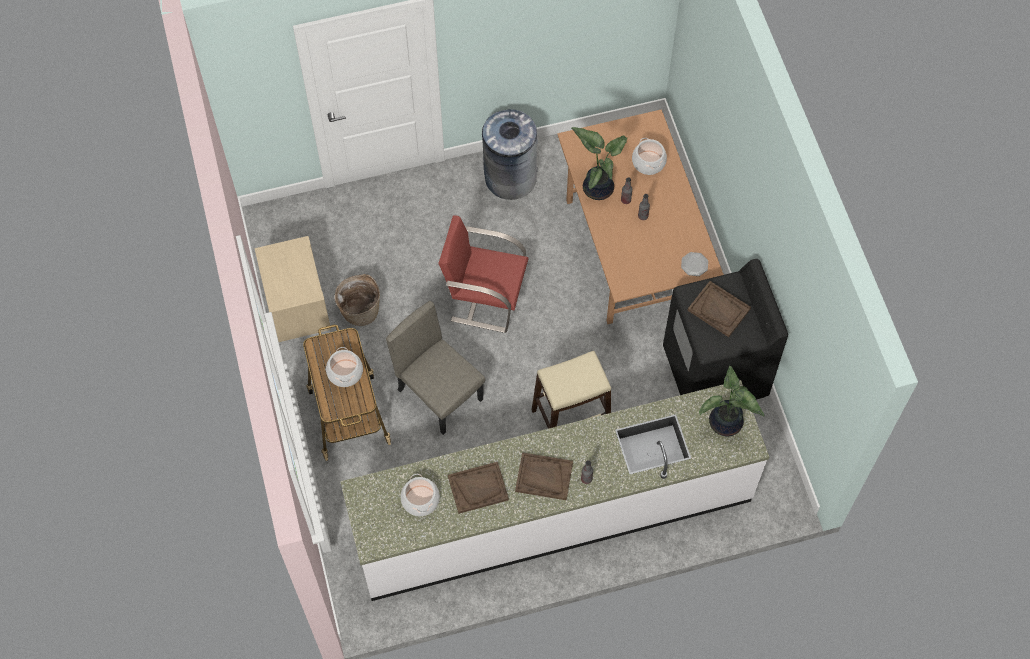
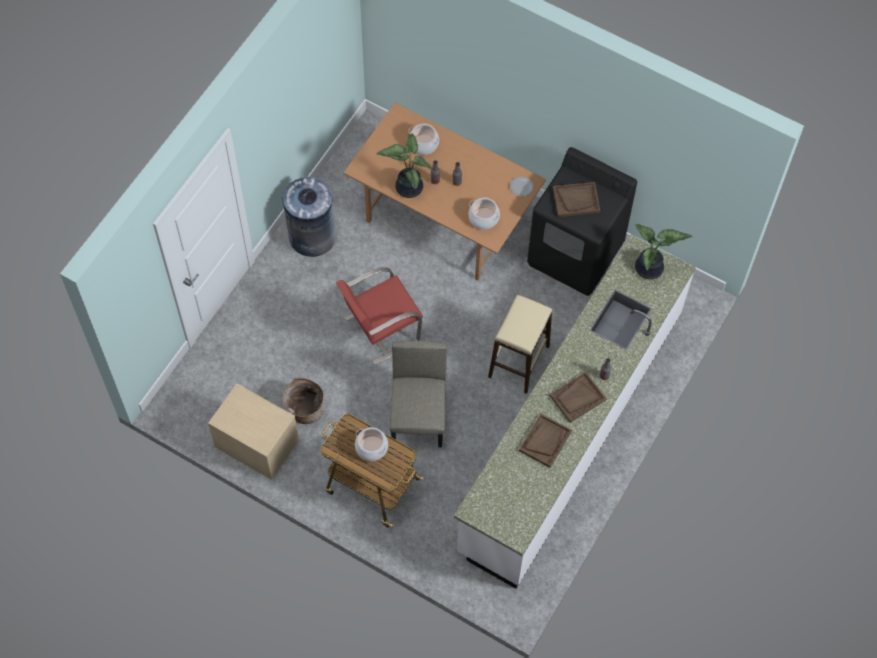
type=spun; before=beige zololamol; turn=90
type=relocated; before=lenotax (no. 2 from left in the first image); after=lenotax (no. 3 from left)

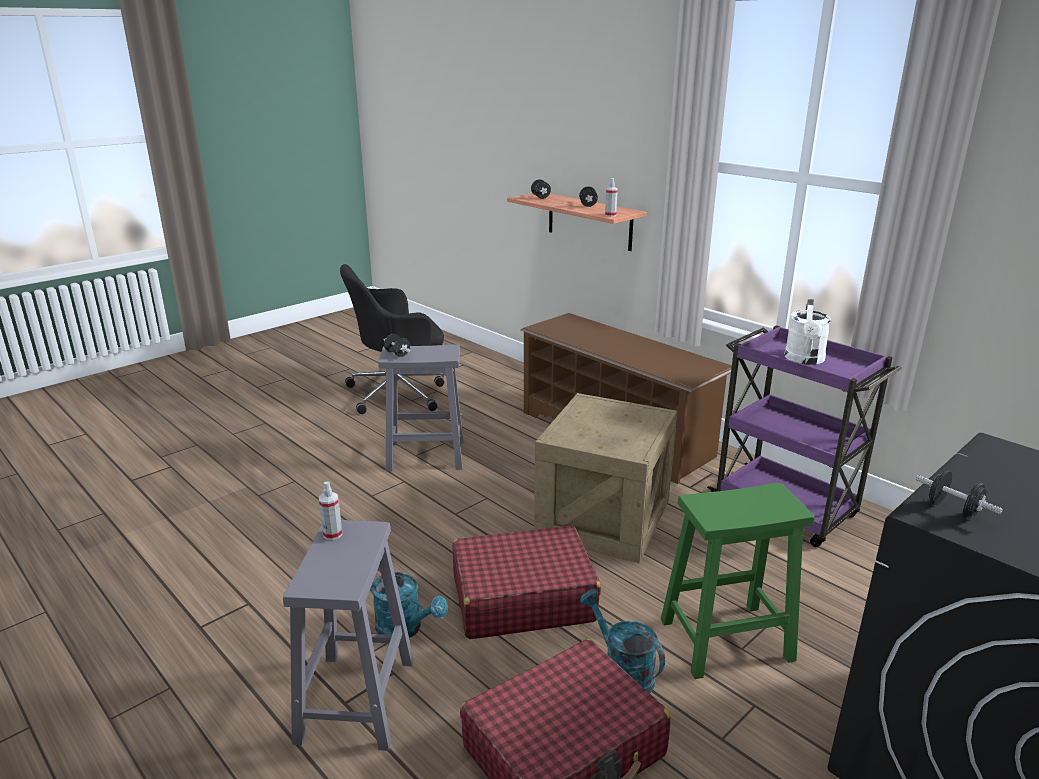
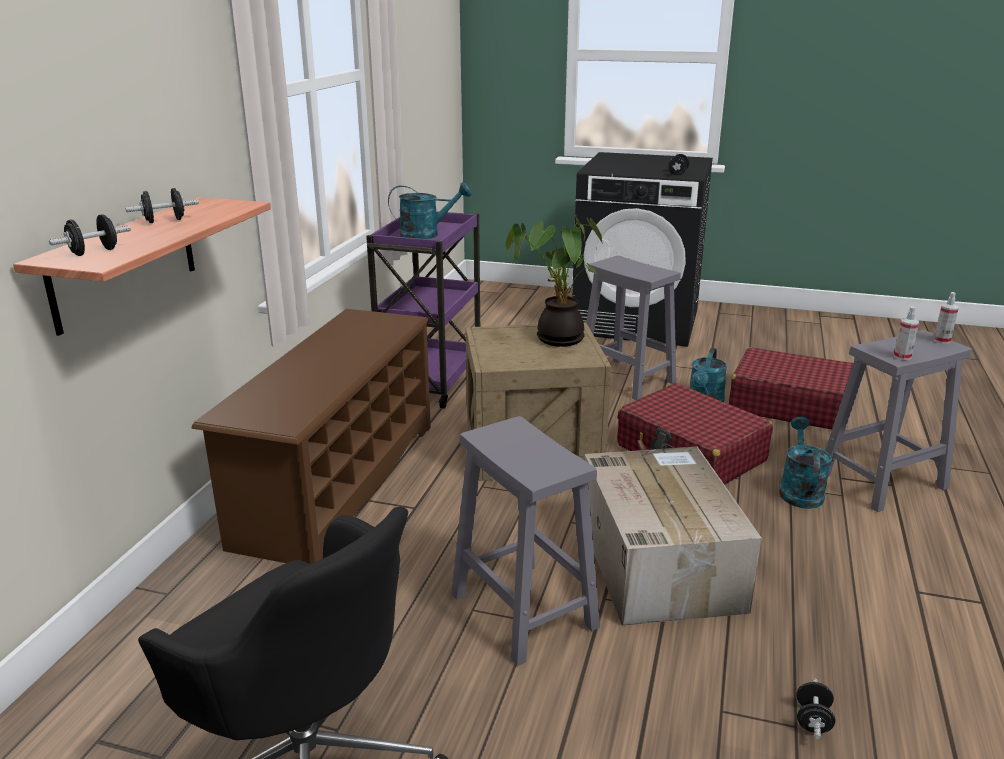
type=relocated; before=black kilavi (no. 1 from left in the first image); after=black kilavi (no. 4 from left)
type=relocated; before=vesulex (no. 2 from left)
type=colour; before=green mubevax; after=grey mubevax (no. 2 from left)
type=colour; before=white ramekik; after=turquoise ramekik (no. 1 from left)
type=appeared; after=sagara
type=appeared; after=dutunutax

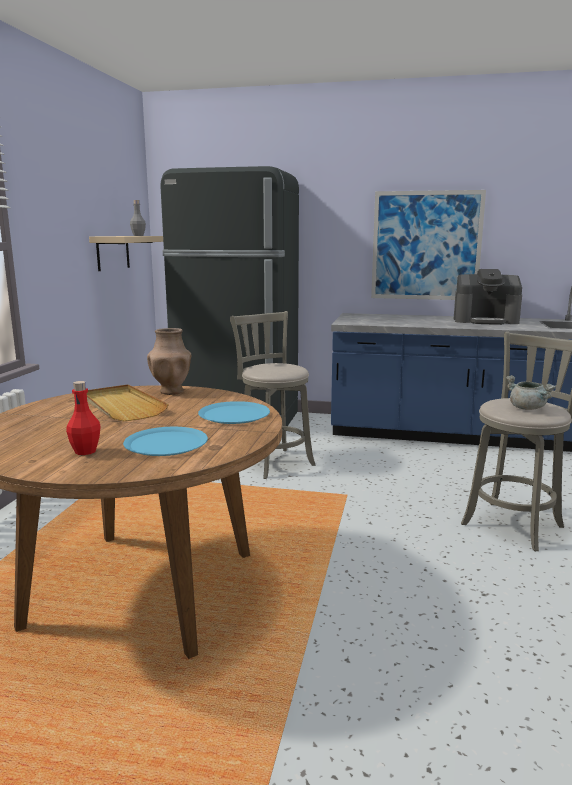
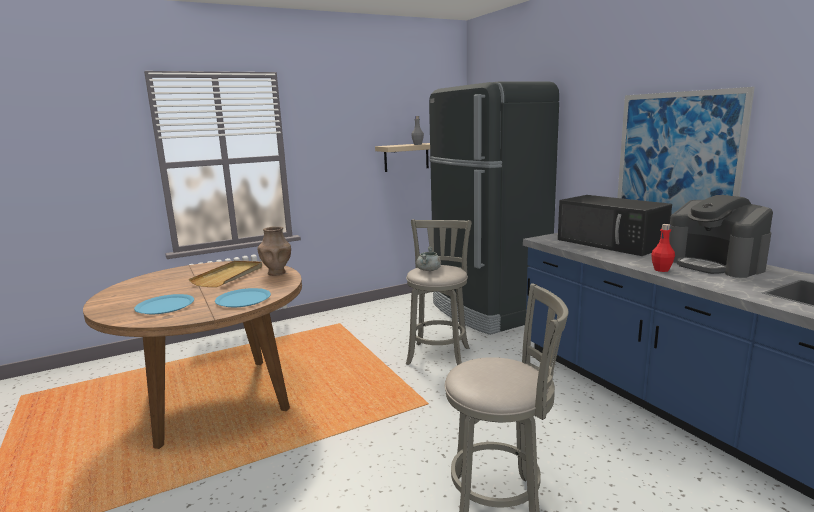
type=relocated; before=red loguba
type=relocated; before=grey lenotax
type=appeared; after=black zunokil

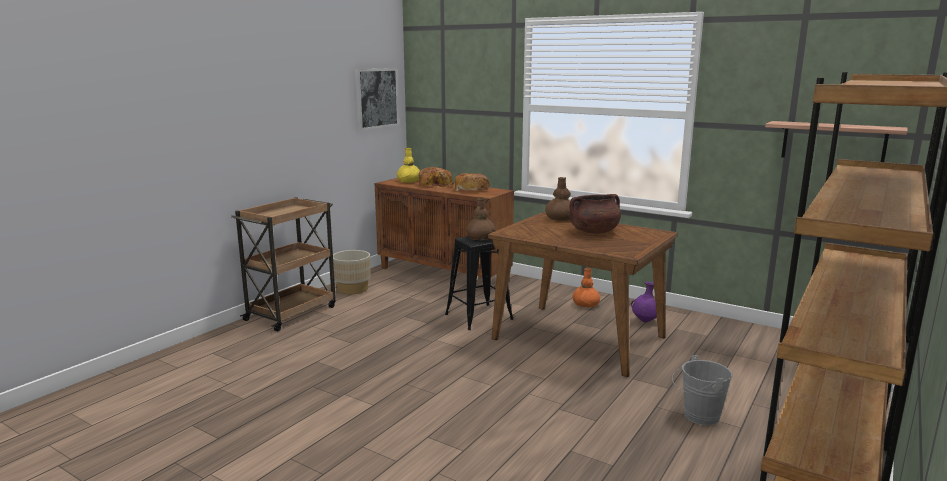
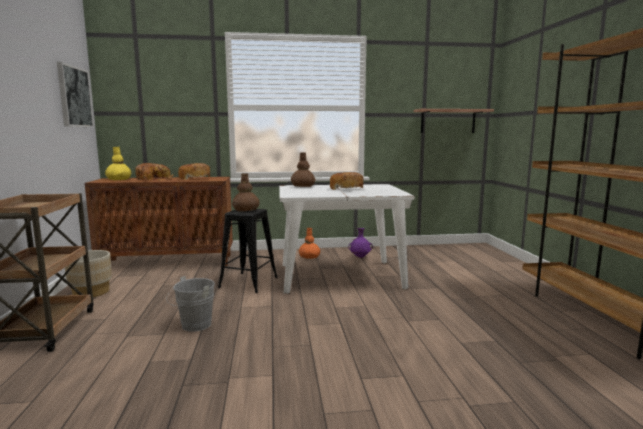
type=colour; before=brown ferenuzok; after=white ferenuzok
type=exchanged; before=brown lenotax; after=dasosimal (no. 3 from left)
type=relocated; before=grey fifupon

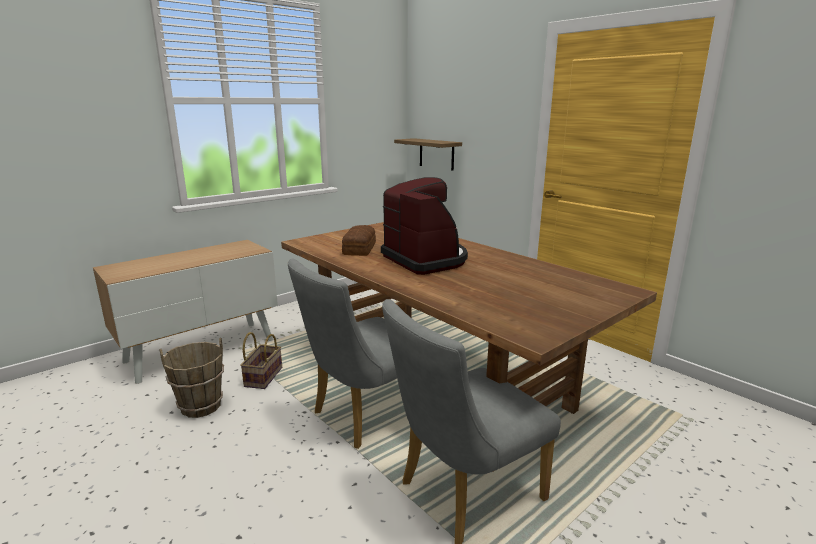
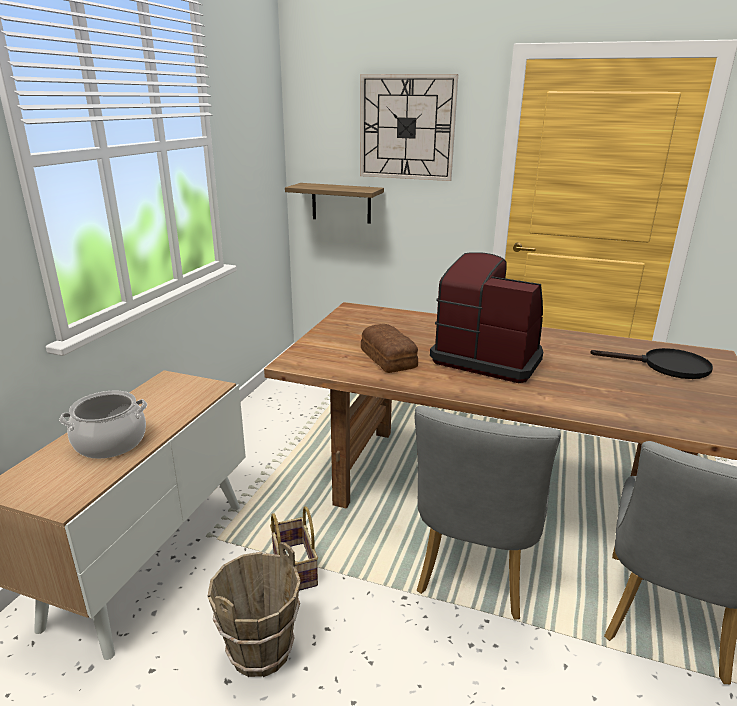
type=appeared; after=lenotax
type=appeared; after=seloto
type=appeared; after=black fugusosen

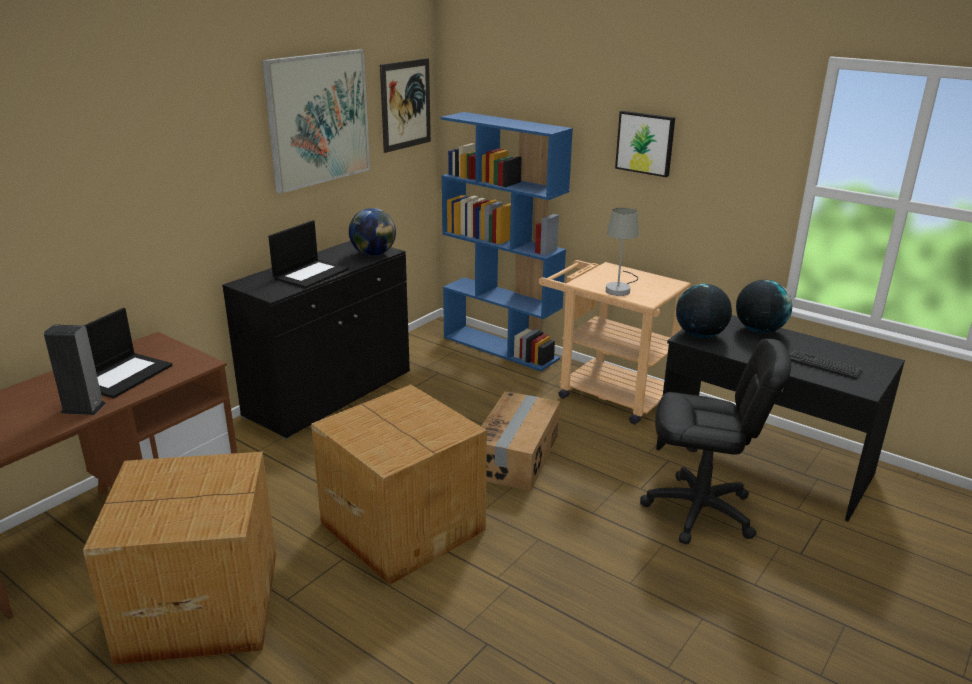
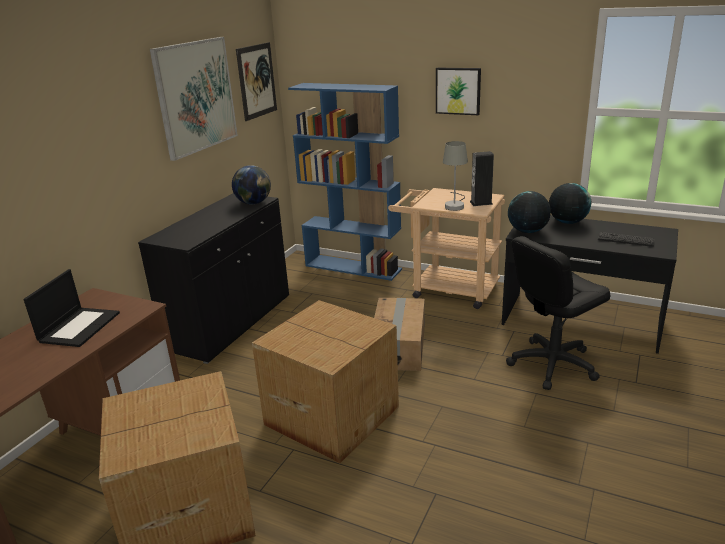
type=relocated; before=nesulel
type=missing; before=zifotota (no. 2 from left)
type=spun; before=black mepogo; turn=150

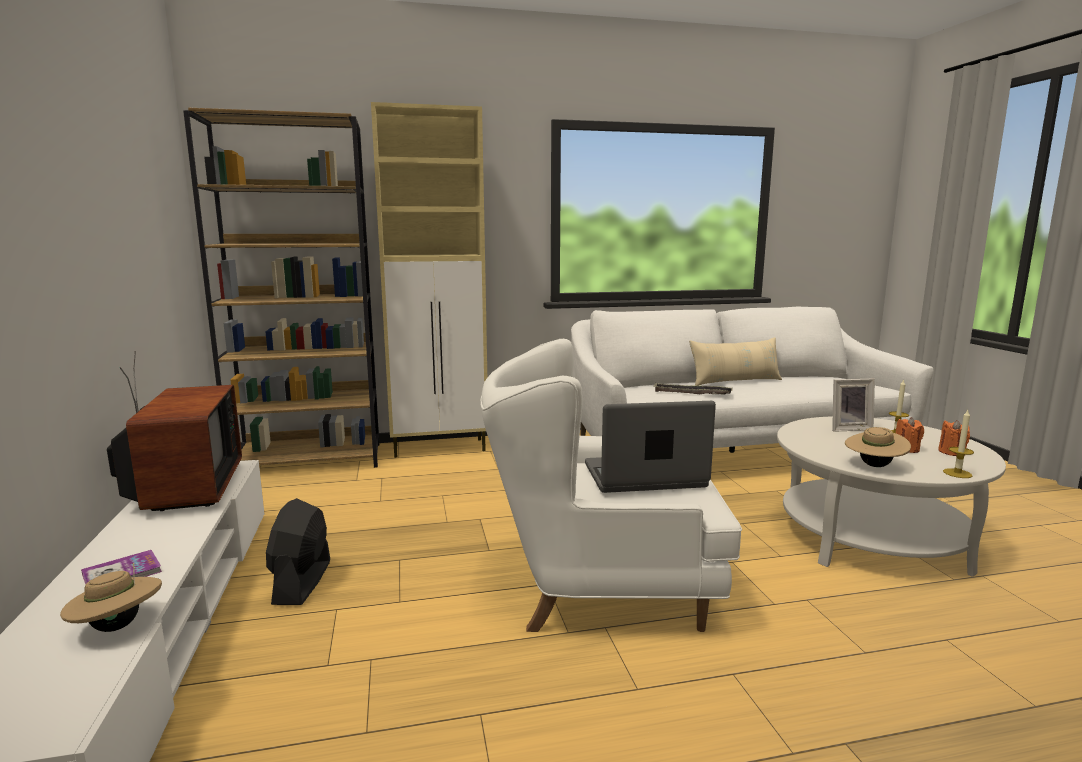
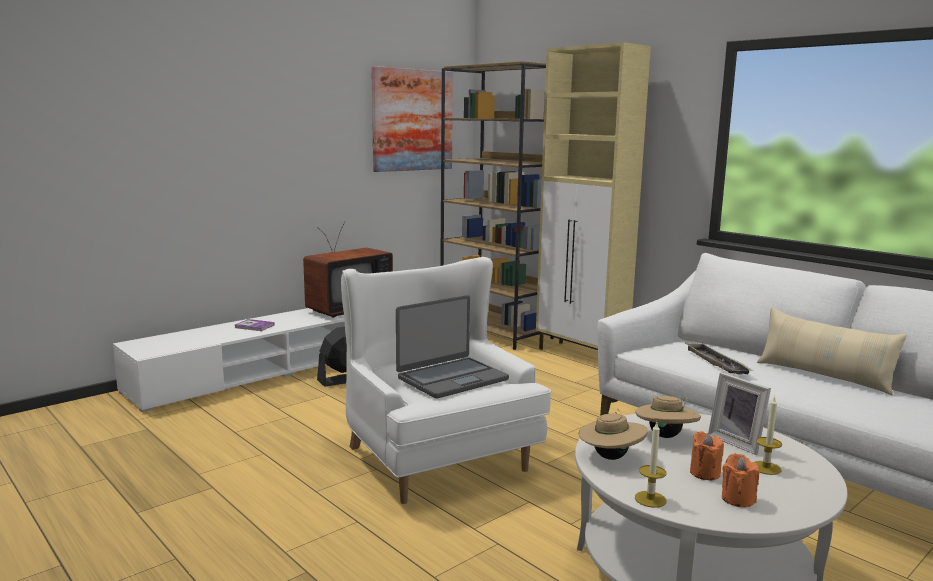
type=relocated; before=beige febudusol (no. 1 from left in the first image); after=beige febudusol (no. 2 from left)
type=spun; before=zifotota; turn=90
type=appeared; after=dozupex

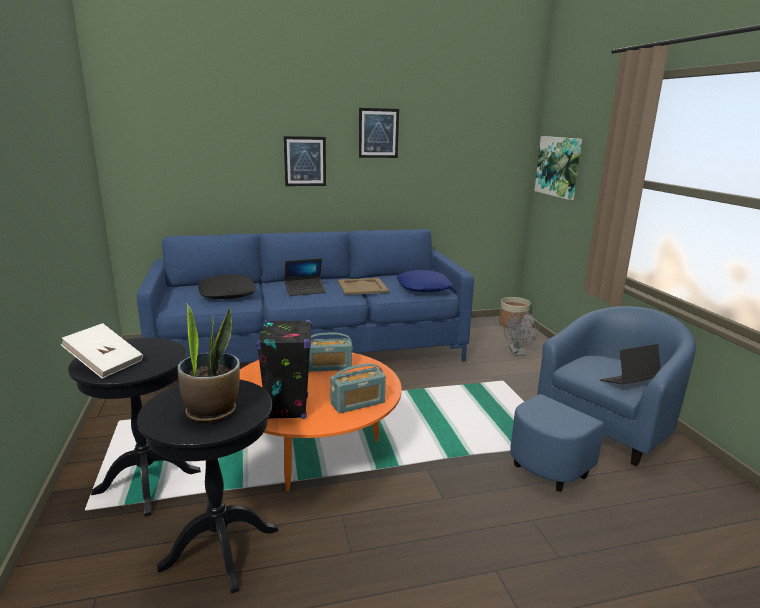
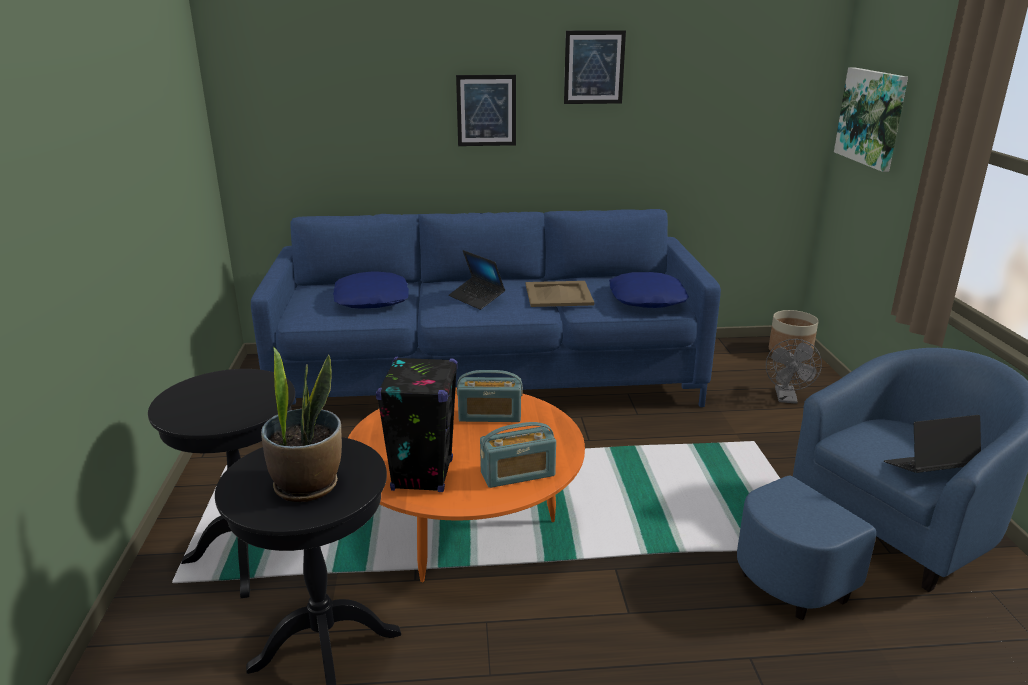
type=missing; before=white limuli
type=colour; before=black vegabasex; after=blue vegabasex (no. 1 from left)
type=spun; before=zifotota (no. 1 from left); turn=60

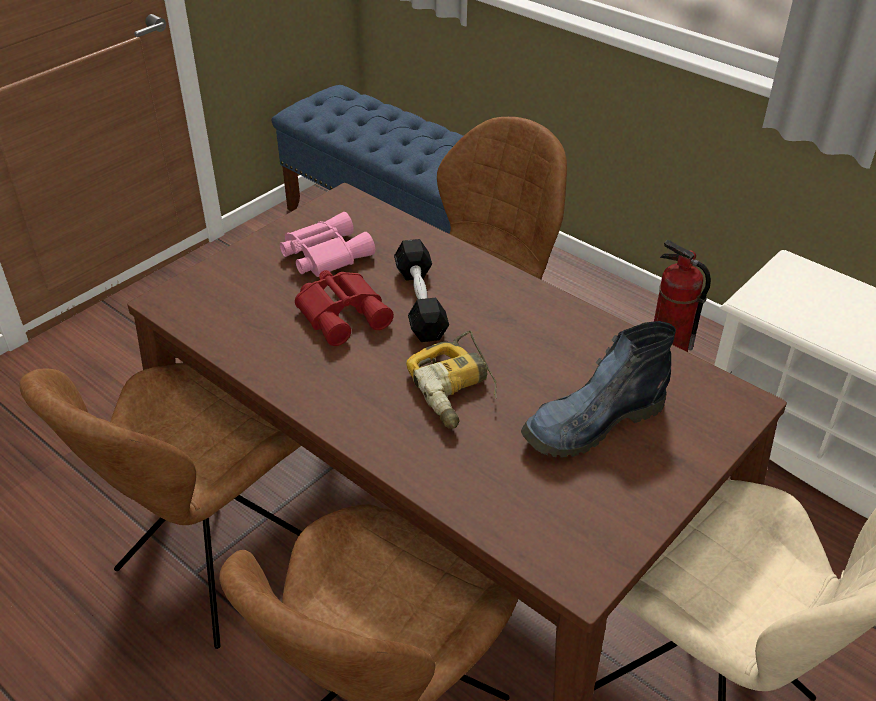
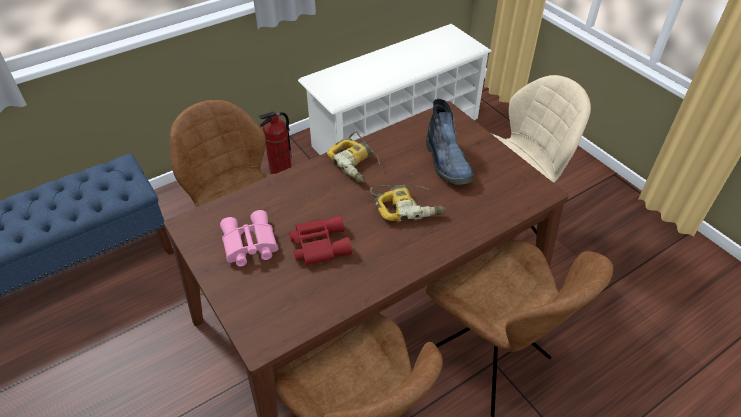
type=missing; before=black kilavi
type=appeared; after=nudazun (no. 1 from left)

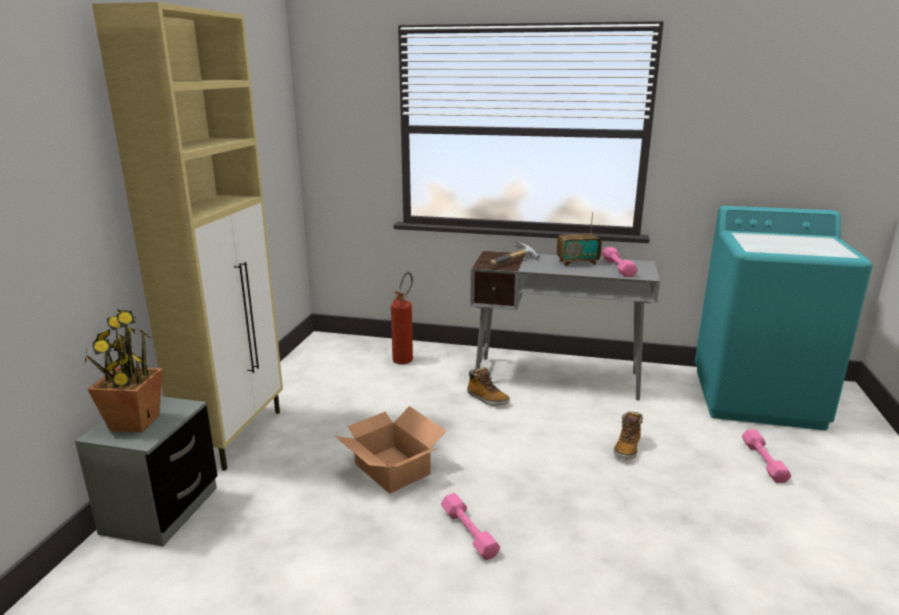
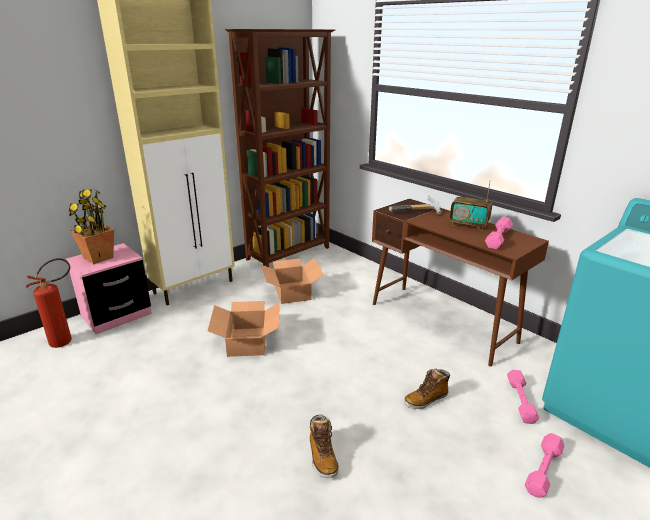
type=colour; before=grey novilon; after=pink novilon
type=relocated; before=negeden
type=relocated; before=pink kilavi (no. 1 from left in the first image); after=pink kilavi (no. 2 from left)
type=relocated; before=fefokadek (no. 1 from left)
type=colour; before=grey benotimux; after=brown benotimux
type=appeared; after=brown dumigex
type=appeared; after=dutunutax (no. 2 from left)

